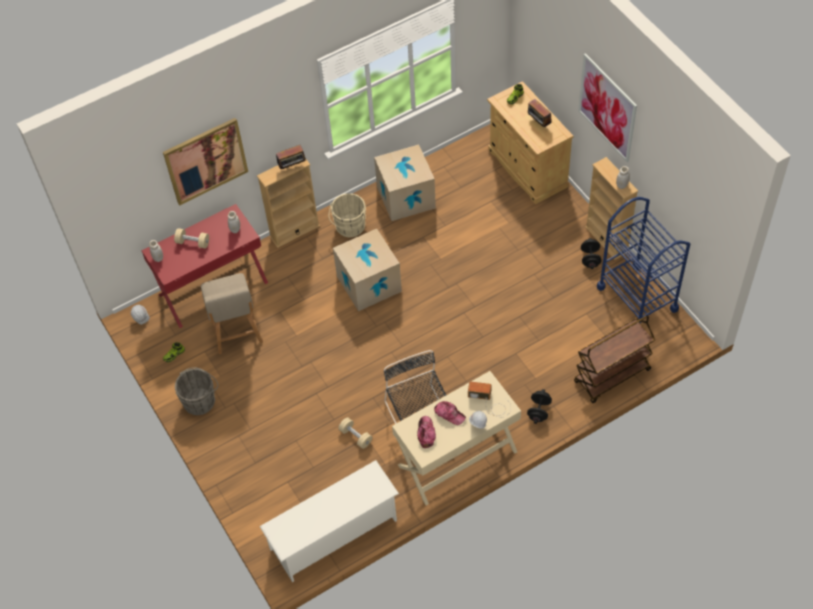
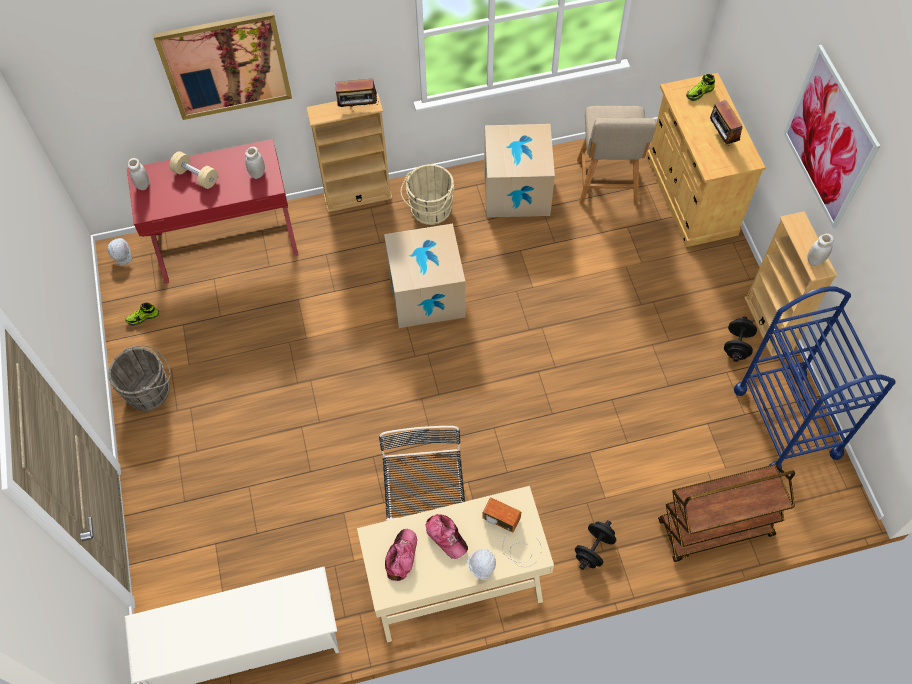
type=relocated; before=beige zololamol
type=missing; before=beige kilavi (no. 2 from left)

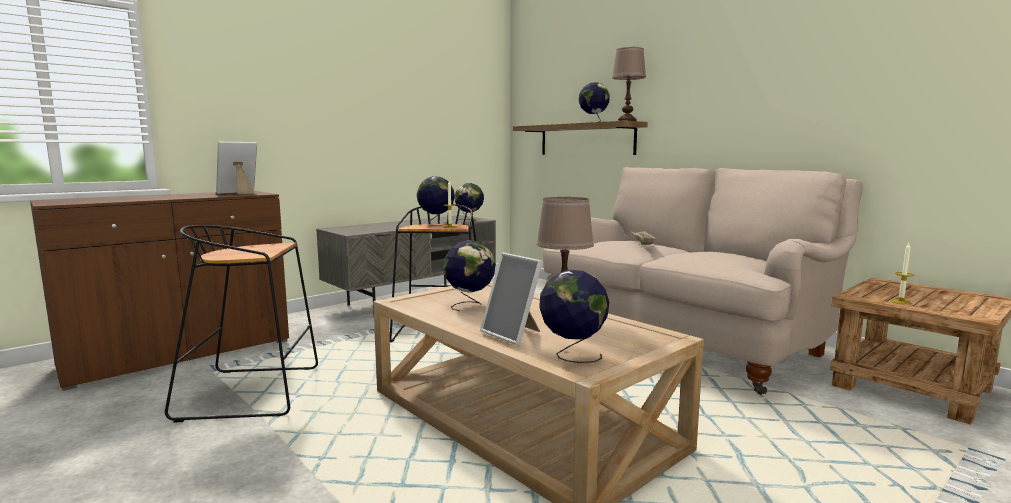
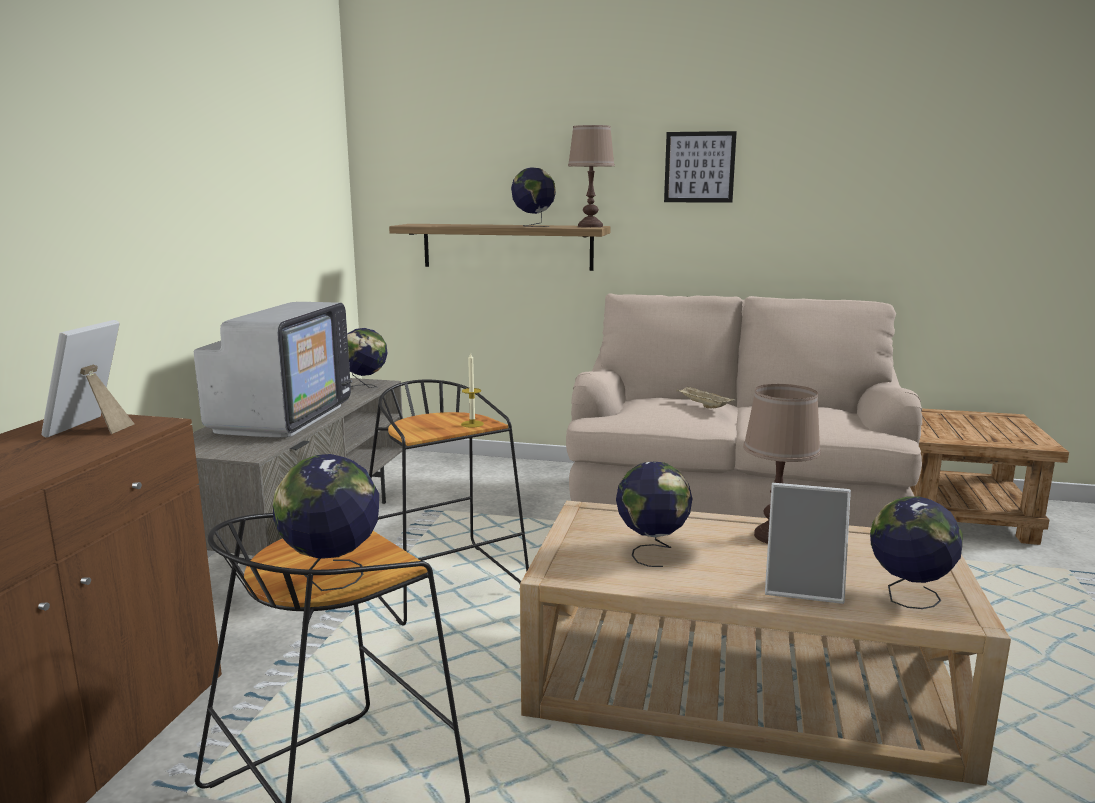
type=relocated; before=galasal (no. 1 from left)
type=missing; before=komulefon (no. 2 from left)
type=appeared; after=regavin
type=appeared; after=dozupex

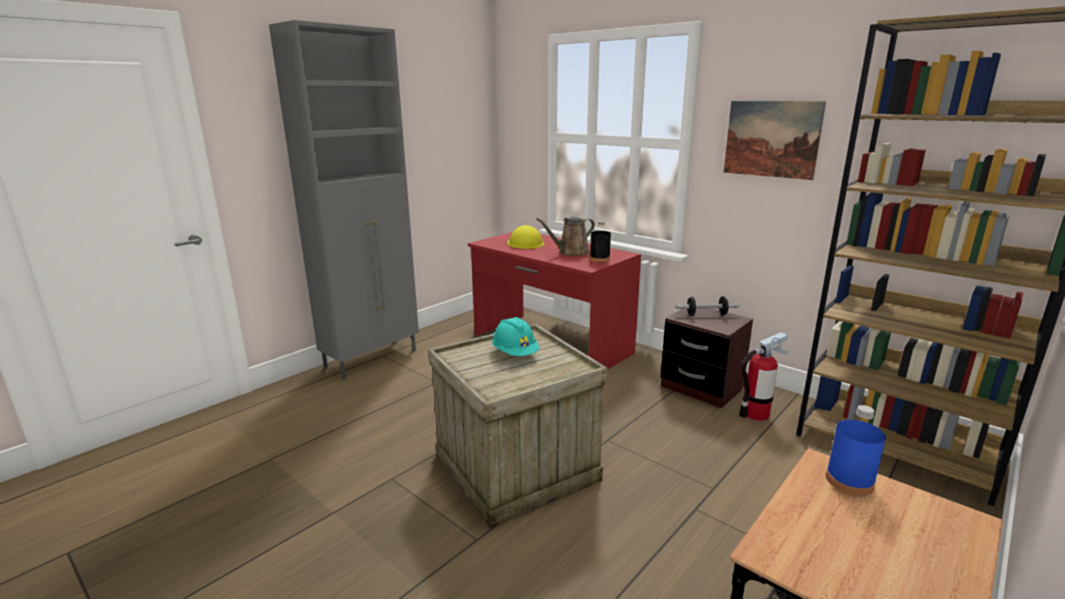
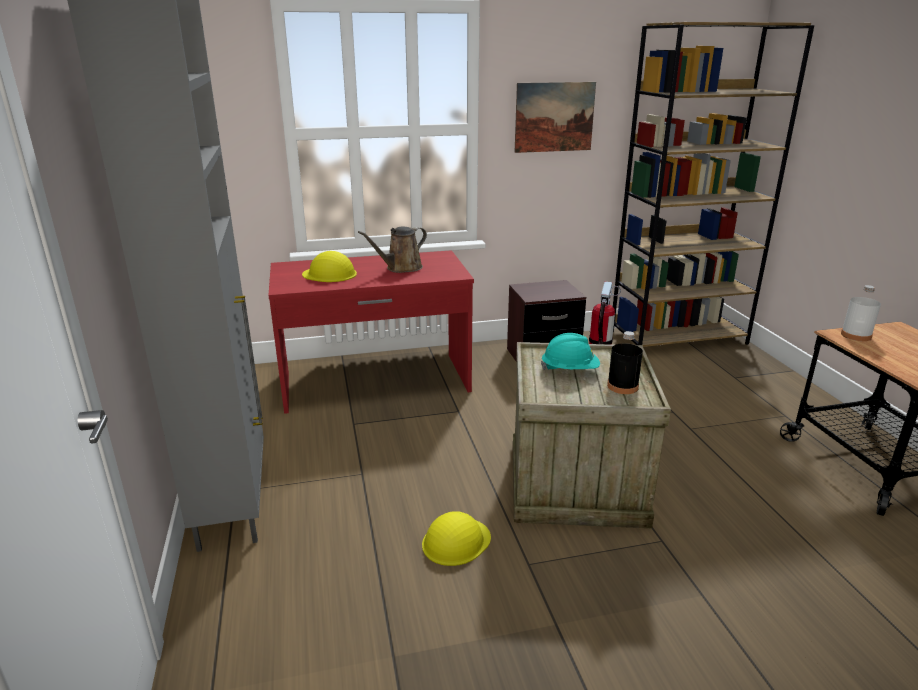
type=spun; before=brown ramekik; turn=45
type=relocated; before=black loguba
type=missing; before=kilavi
type=colour; before=blue loguba; after=white loguba
type=appeared; after=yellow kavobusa (no. 2 from left)

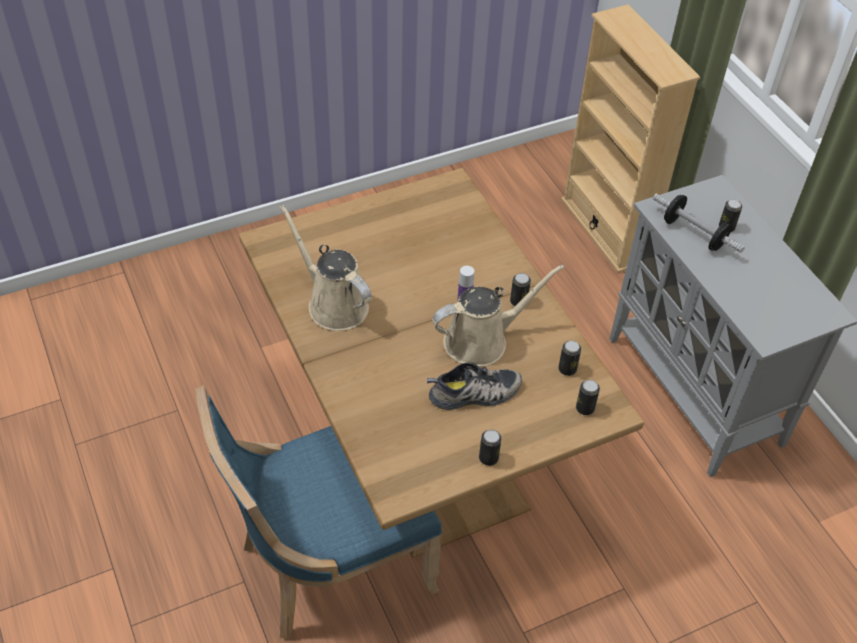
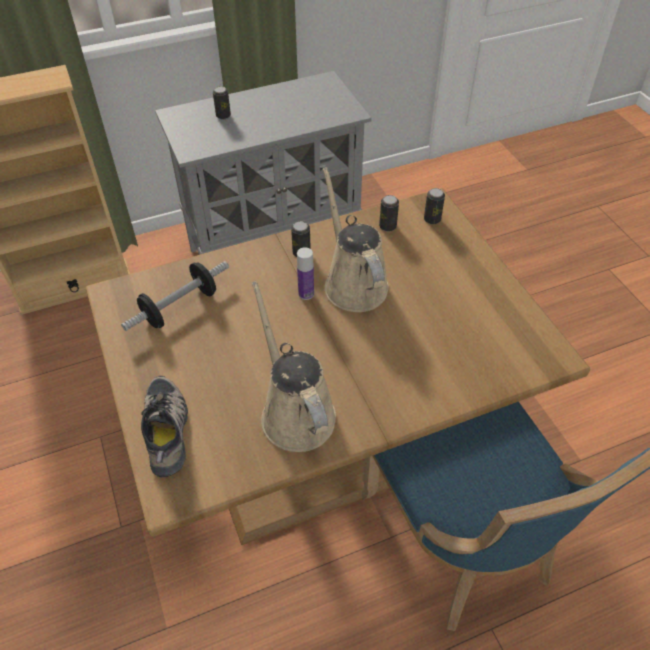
type=spun; before=beige ramekik (no. 1 from left); turn=105
type=relocated; before=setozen
type=missing; before=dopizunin (no. 1 from left)
type=relocated; before=kilavi

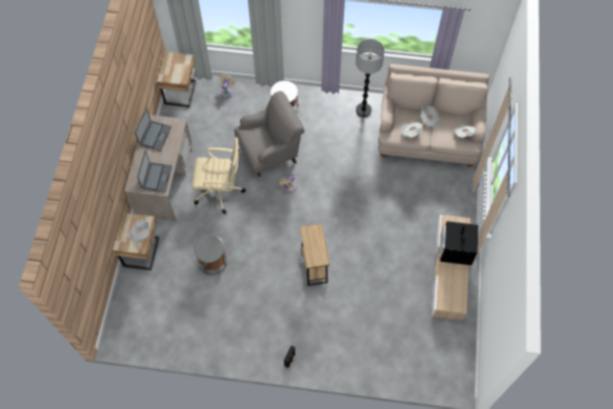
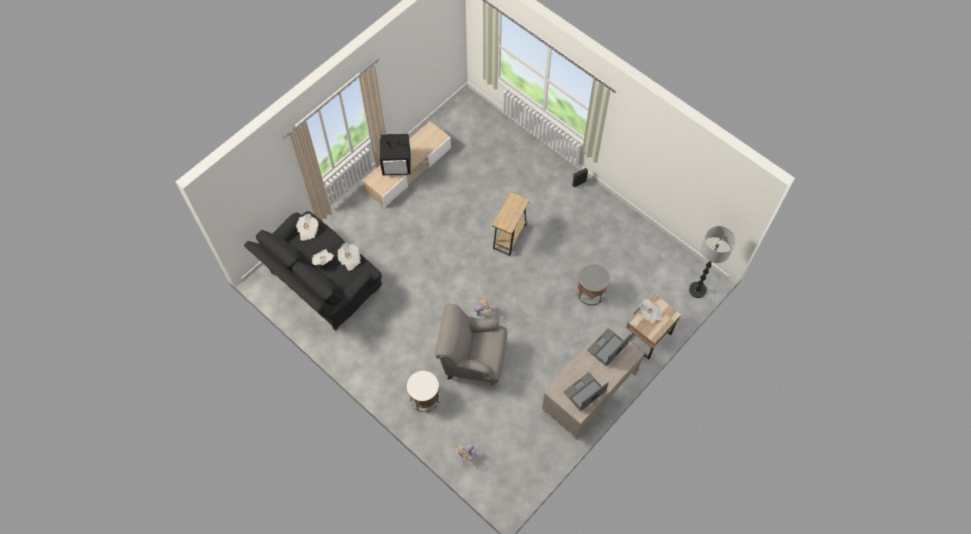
type=missing; before=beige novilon (no. 2 from left)
type=missing; before=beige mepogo
type=relocated; before=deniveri
type=colour; before=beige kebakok; after=black kebakok
type=spun; before=regavin; turn=45

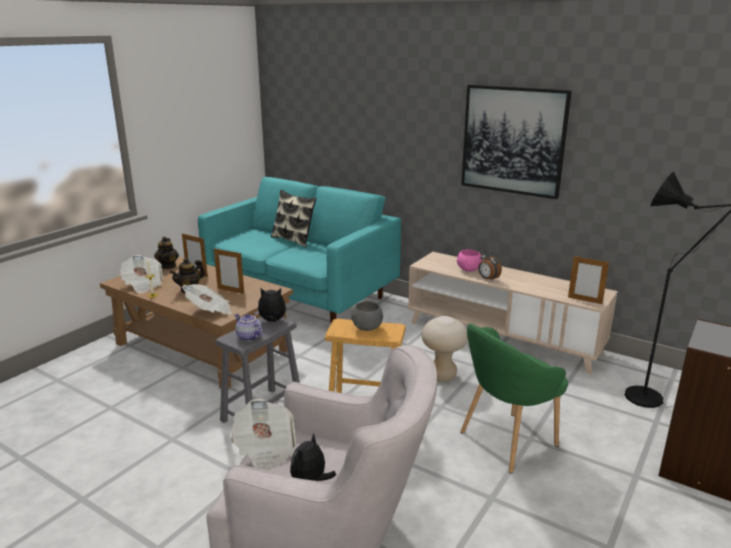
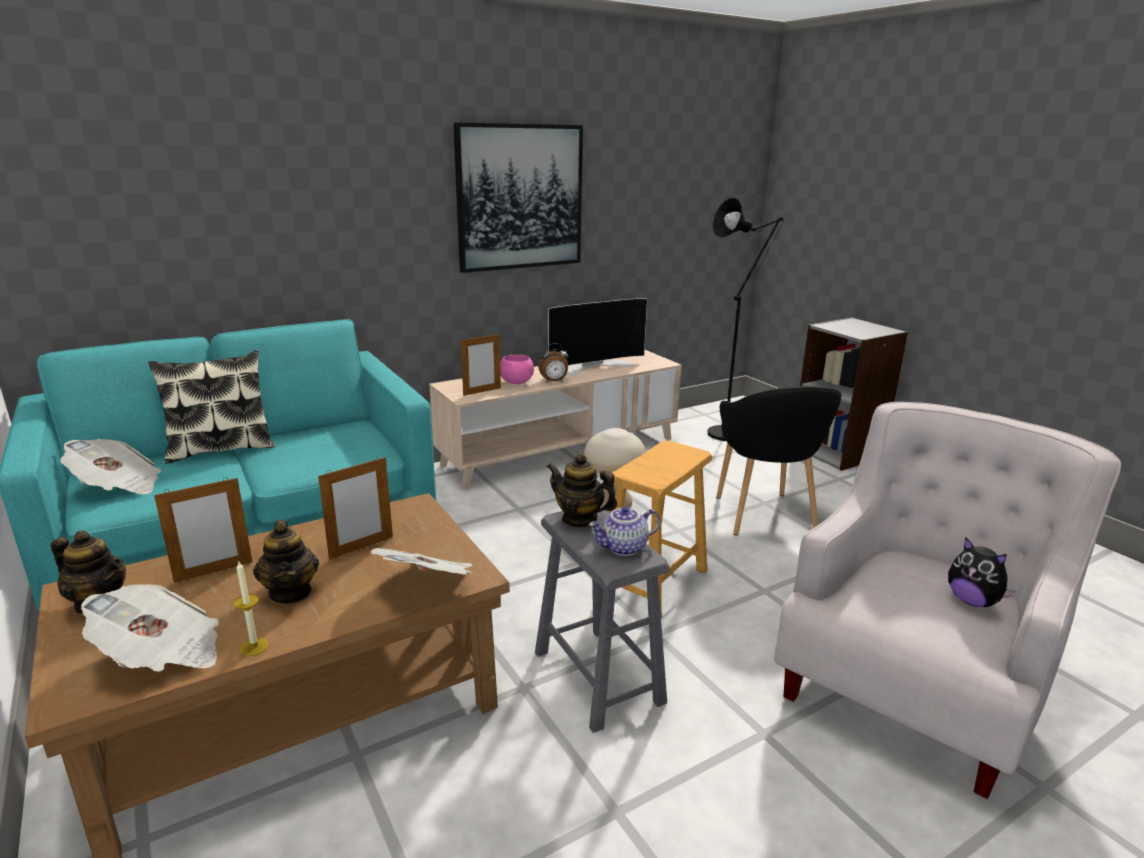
type=relocated; before=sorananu (no. 3 from left in the first image); after=sorananu (no. 1 from left)
type=exchanged; before=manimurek (no. 1 from left); after=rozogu (no. 3 from left)
type=missing; before=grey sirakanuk
type=colour; before=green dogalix; after=black dogalix
type=relocated; before=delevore (no. 3 from left)
type=appeared; after=regavin

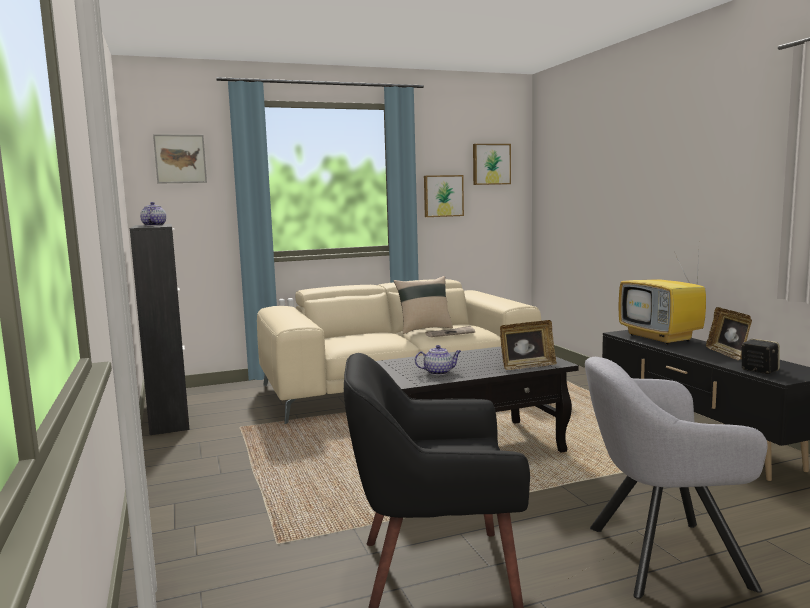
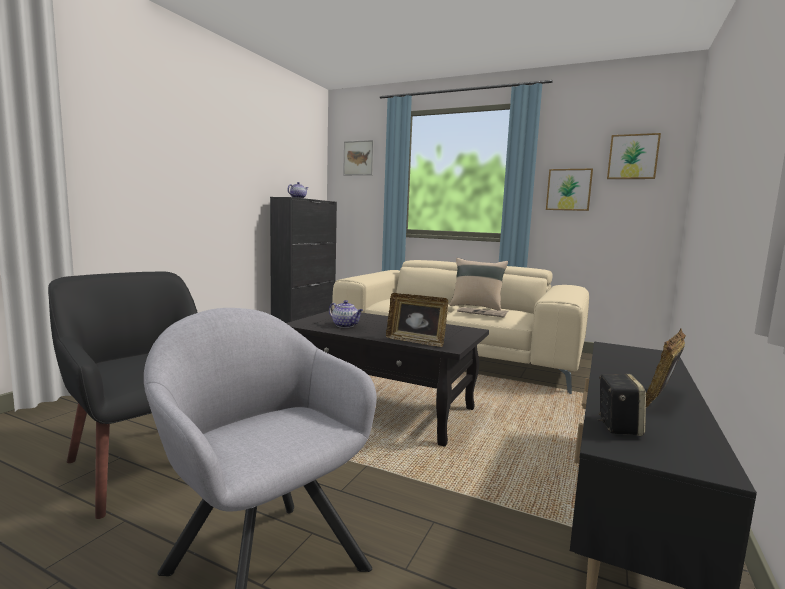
type=missing; before=regavin

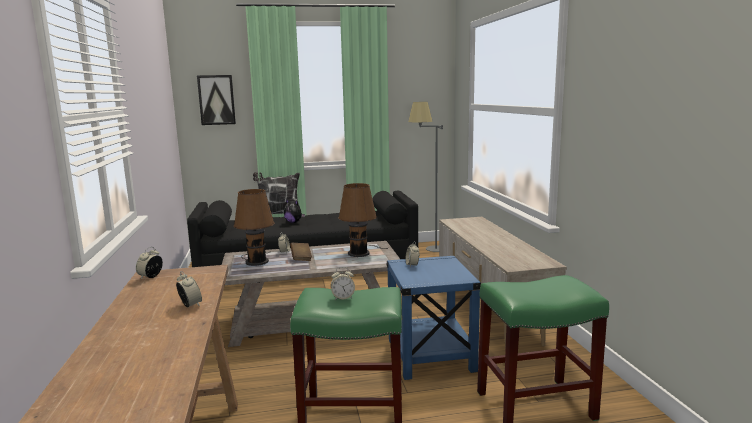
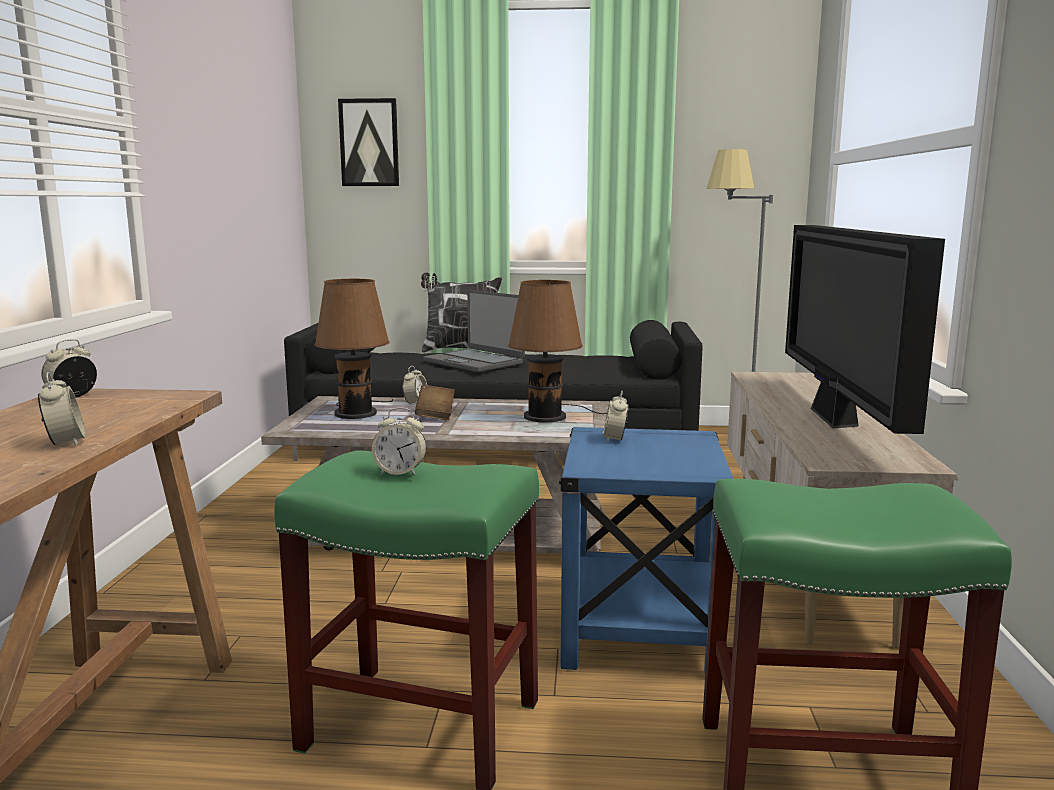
type=exchanged; before=manimurek; after=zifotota
type=appeared; after=regavin

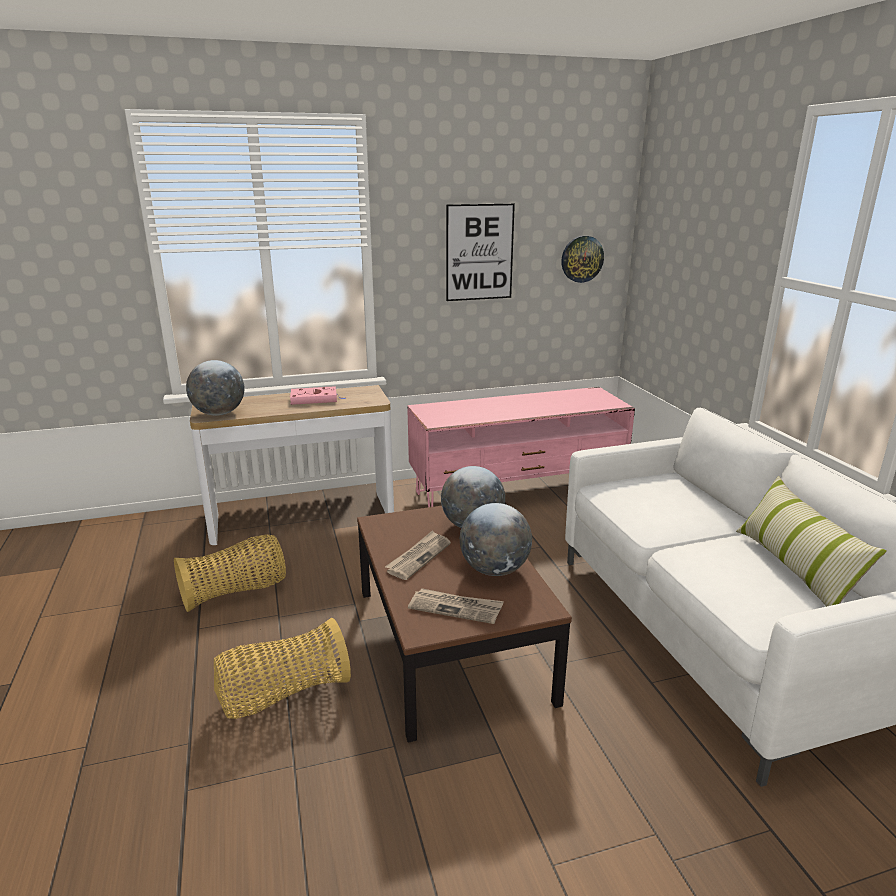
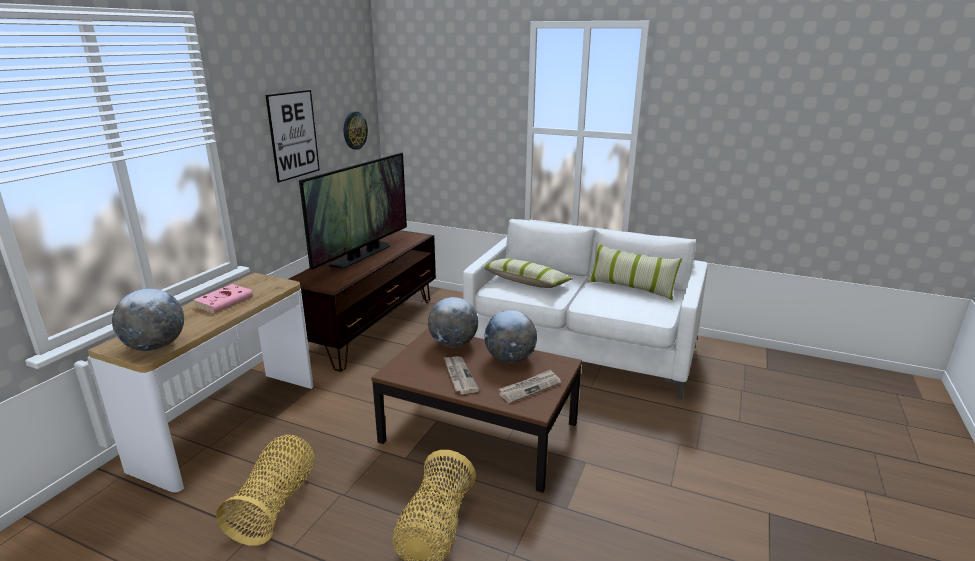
type=colour; before=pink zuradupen; after=brown zuradupen
type=appeared; after=regavin
type=appeared; after=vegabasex (no. 1 from left)

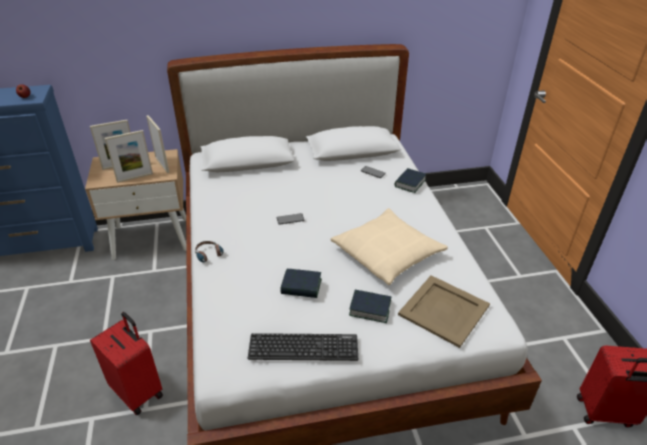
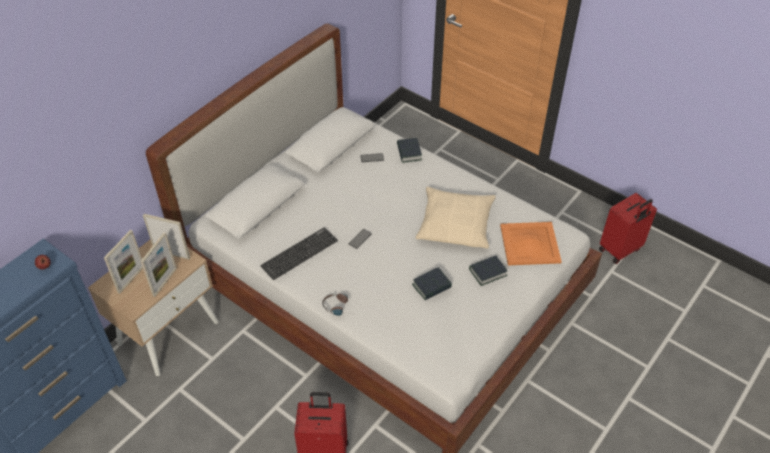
type=relocated; before=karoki
type=colour; before=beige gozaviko; after=orange gozaviko

